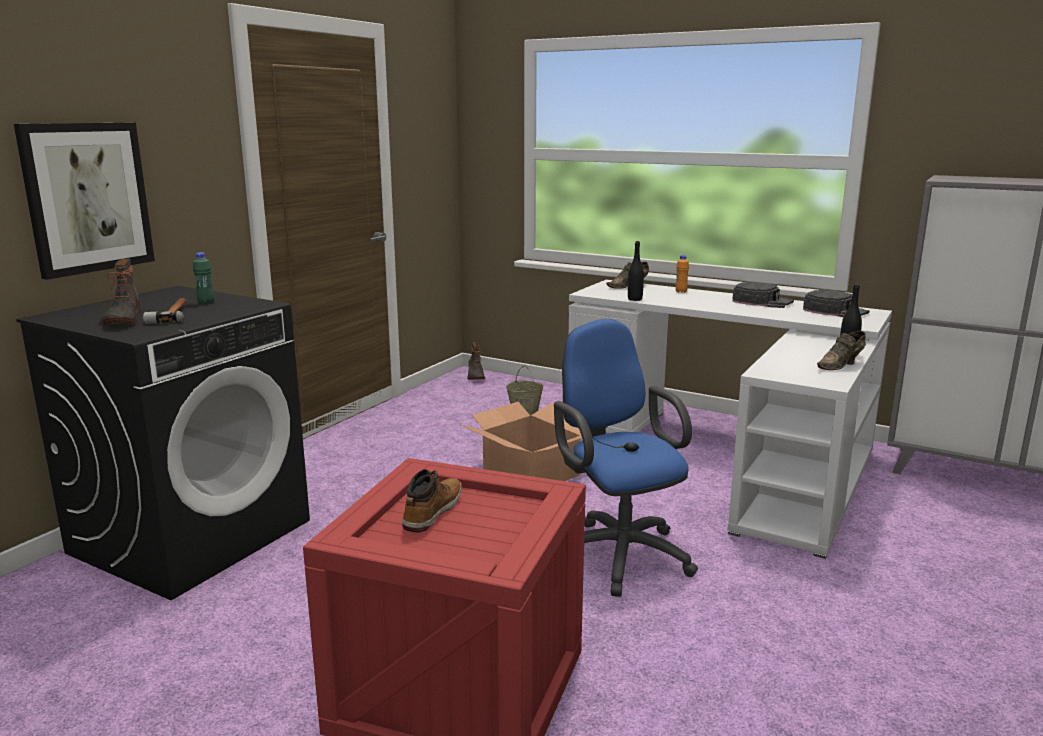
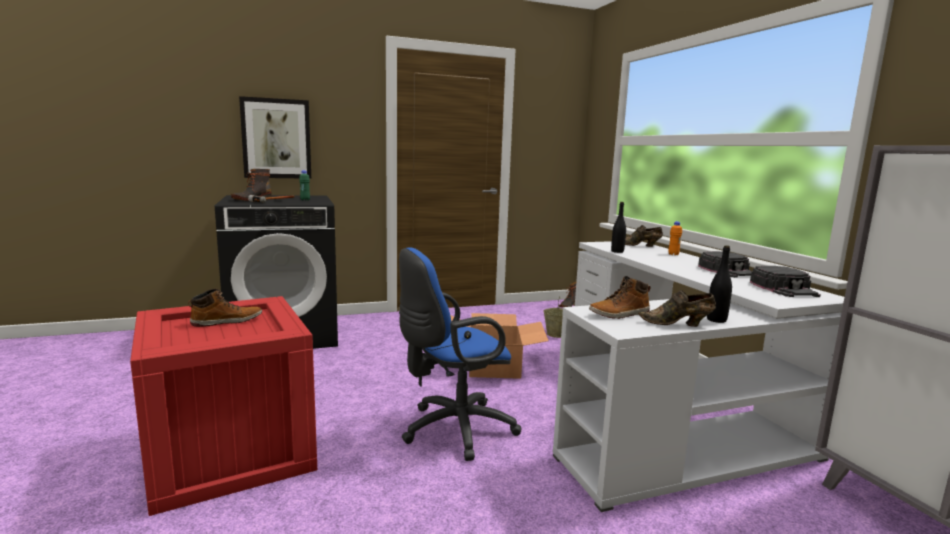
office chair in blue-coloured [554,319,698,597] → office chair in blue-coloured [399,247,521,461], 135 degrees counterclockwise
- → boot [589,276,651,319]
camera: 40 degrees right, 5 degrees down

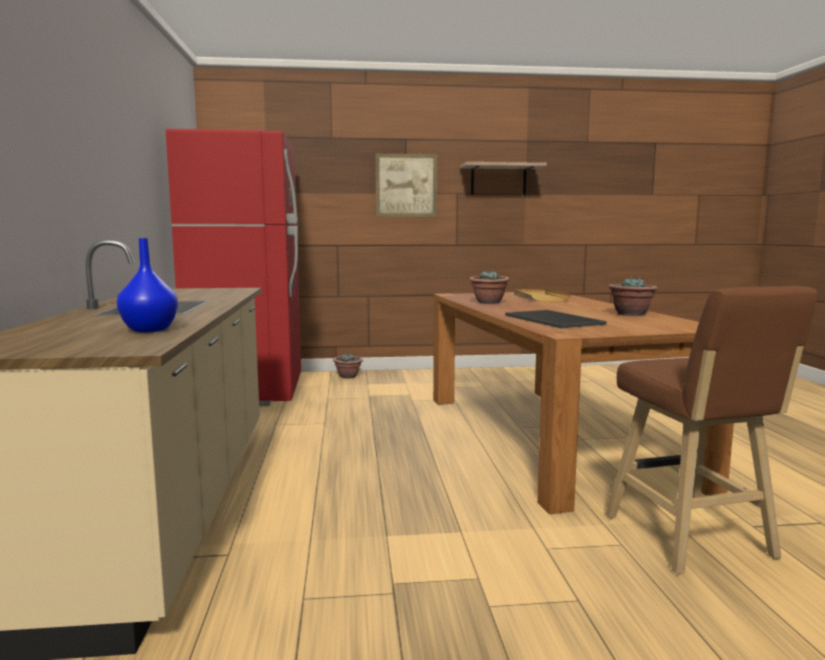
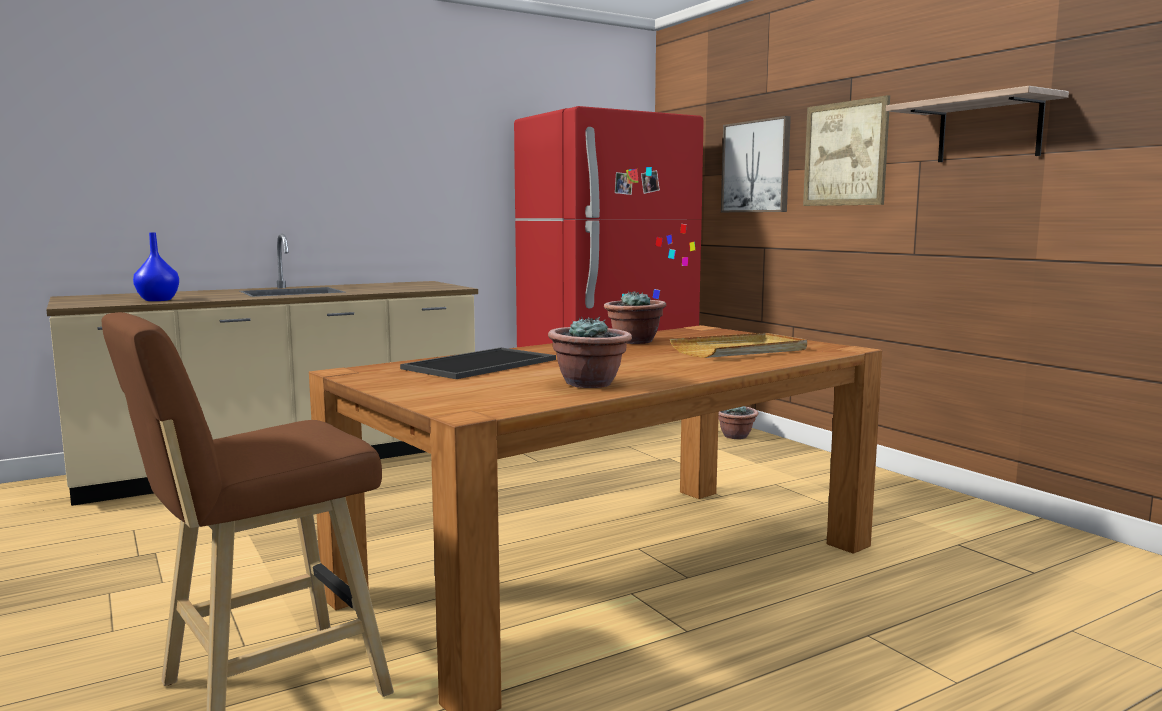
- → wall art [721,116,791,212]
camera: 65 degrees right, 0 degrees up

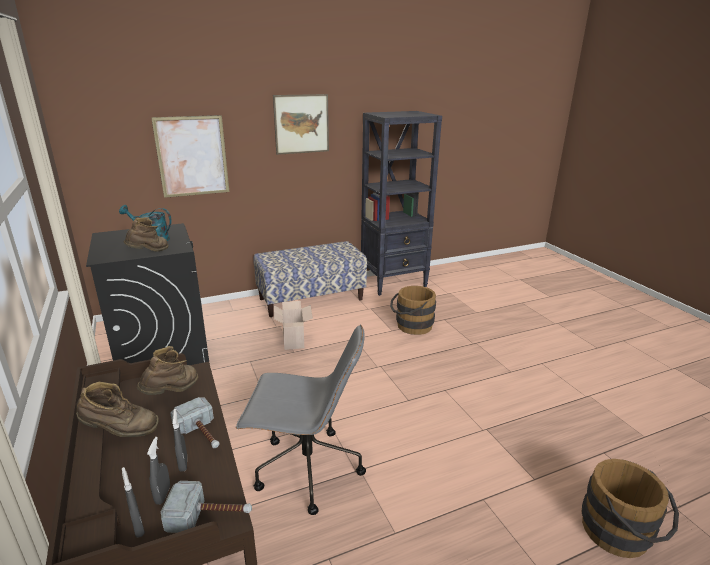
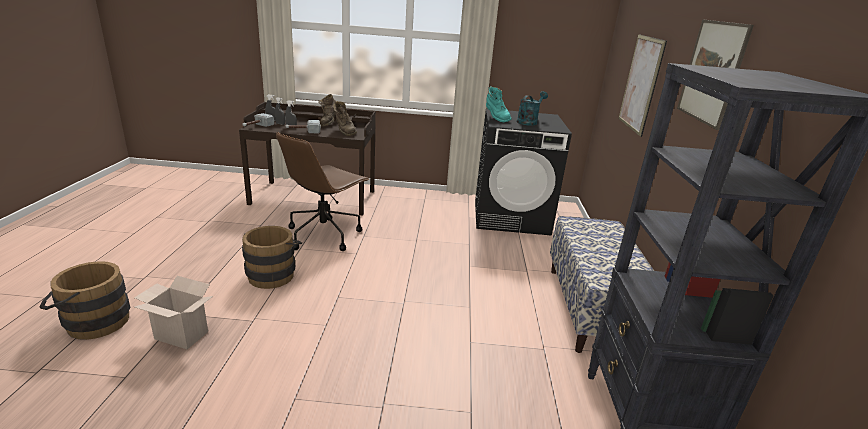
carton [274,301,313,350] → carton [134,276,213,349], shifted
pail in brown [390,286,436,335] → pail in brown [242,226,302,289], shifted
office chair in grey [236,324,366,515] → office chair in brown [276,132,369,251]
boot in brown [123,217,168,252] → boot in turquoise-coloured [486,86,511,122]
camera: 115 degrees right, 0 degrees up

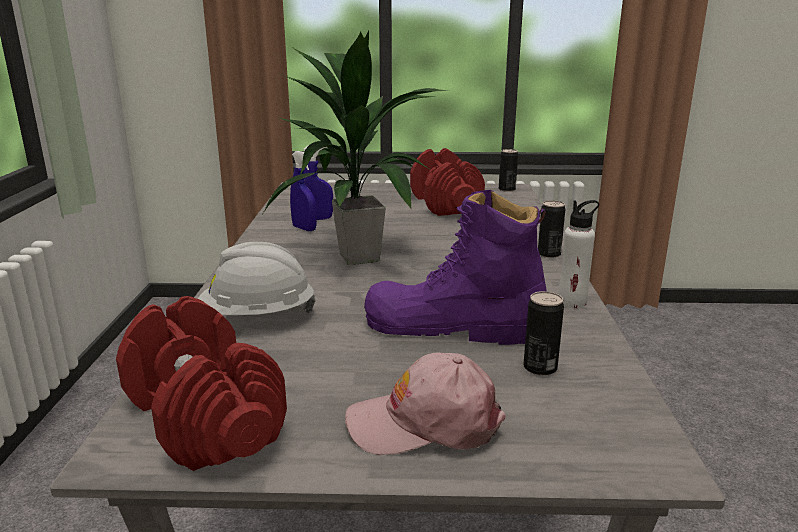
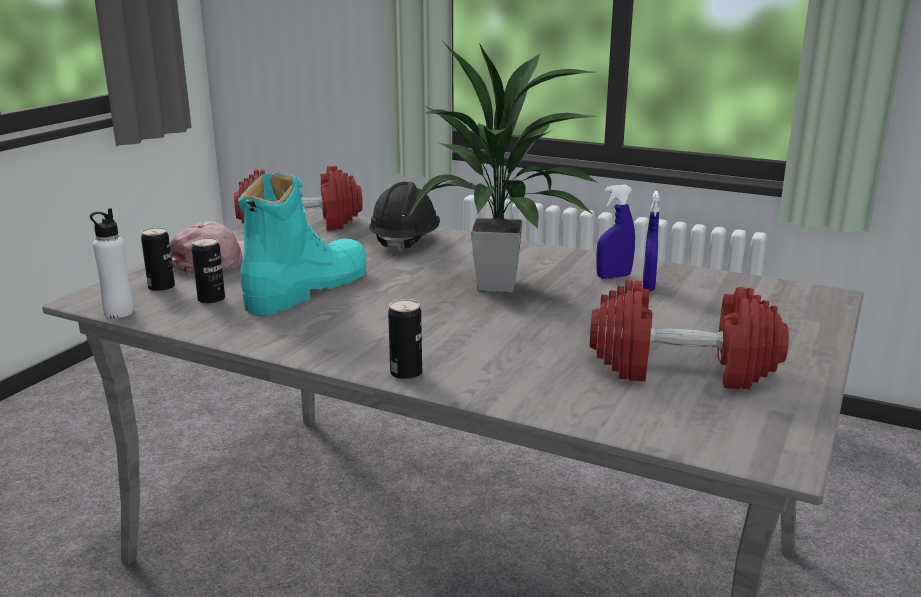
beverage bottle in white-coloured [558,200,599,308] → beverage bottle in white-coloured [90,208,134,318], shifted
can [499,149,518,192] → can [141,227,175,292], shifted
boot in purple [364,189,547,345] → boot in turquoise-coloured [238,173,367,315]
safety helmet in white-coloured [198,242,316,315] → safety helmet in black [369,182,440,255]
camera: 115 degrees right, 0 degrees up

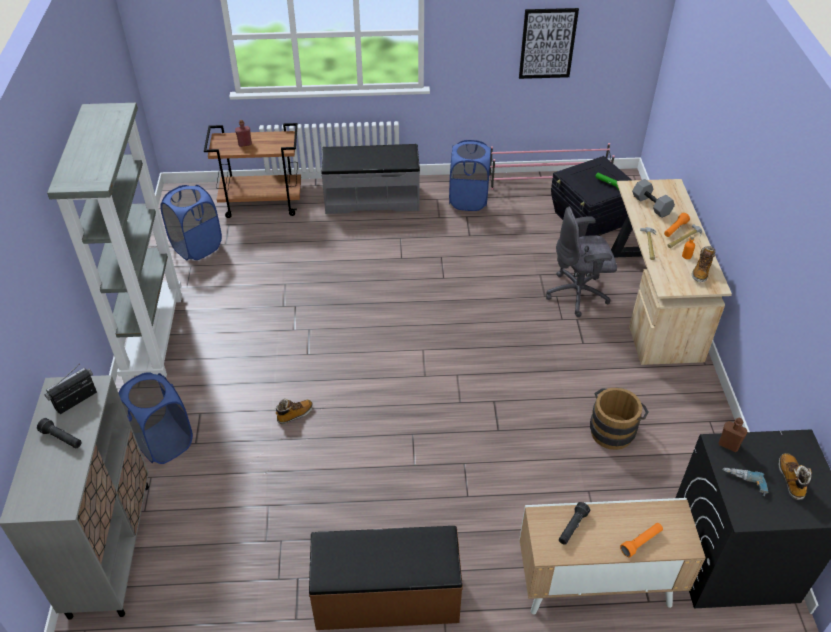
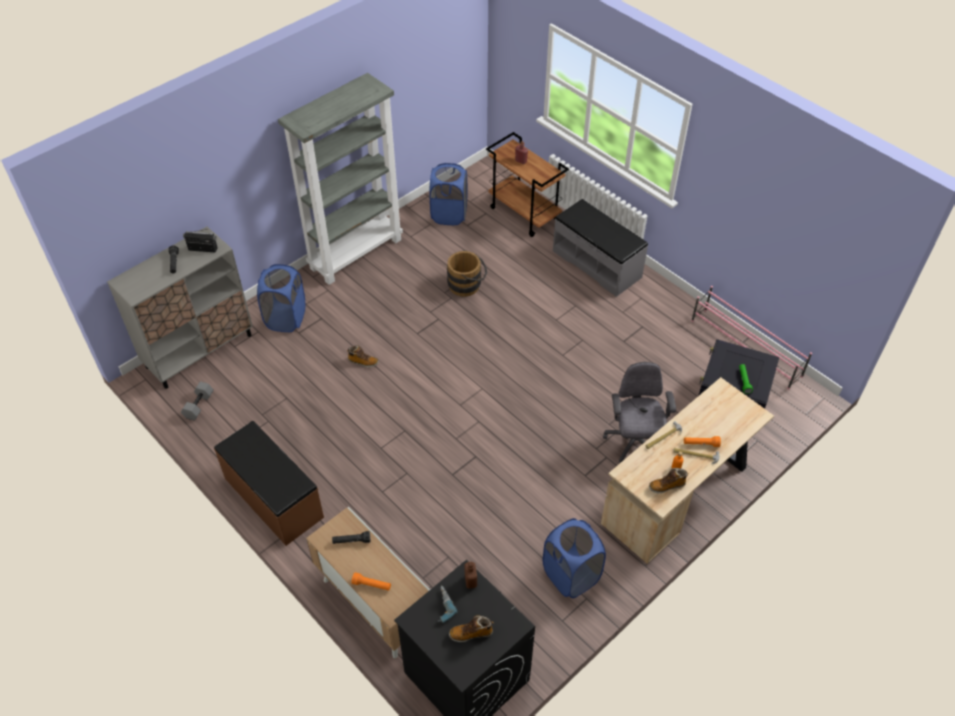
hand weight in grey [632,179,675,218] → hand weight in grey [181,381,214,421], shifted
pail in brown [590,387,649,450] → pail in brown [447,250,487,297], shifted
boot [779,453,812,500] → boot [449,615,494,642], 150 degrees counterclockwise
hamper in blue-coloured [449,140,491,211] → hamper in blue-coloured [543,518,606,598], shifted
office chair in grey [546,207,617,317] → office chair in grey [603,362,676,463], 45 degrees clockwise
wall art [519,8,579,79] → -
camera: 50 degrees right, 5 degrees up

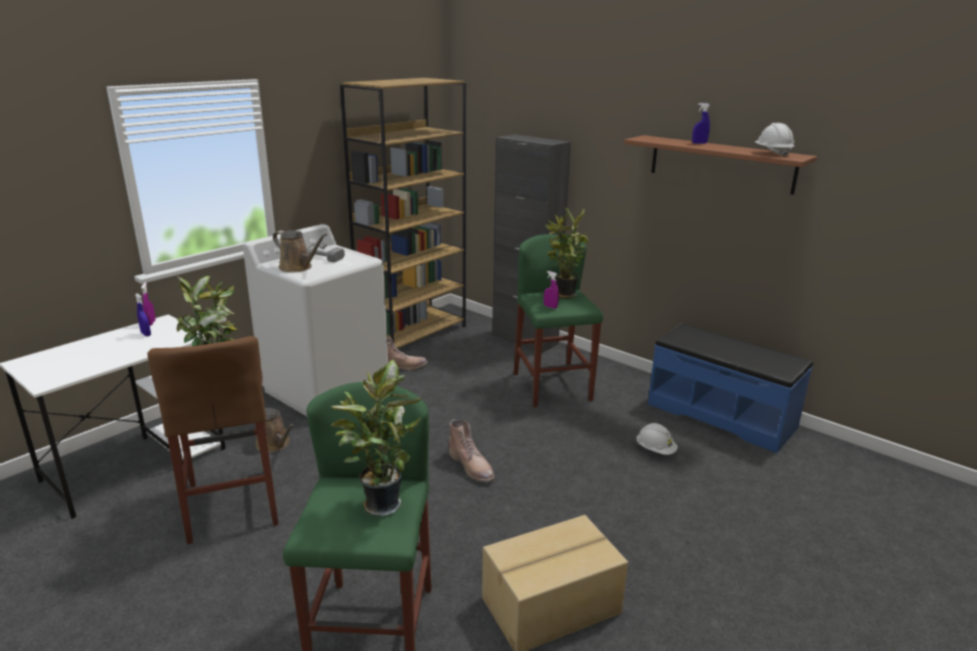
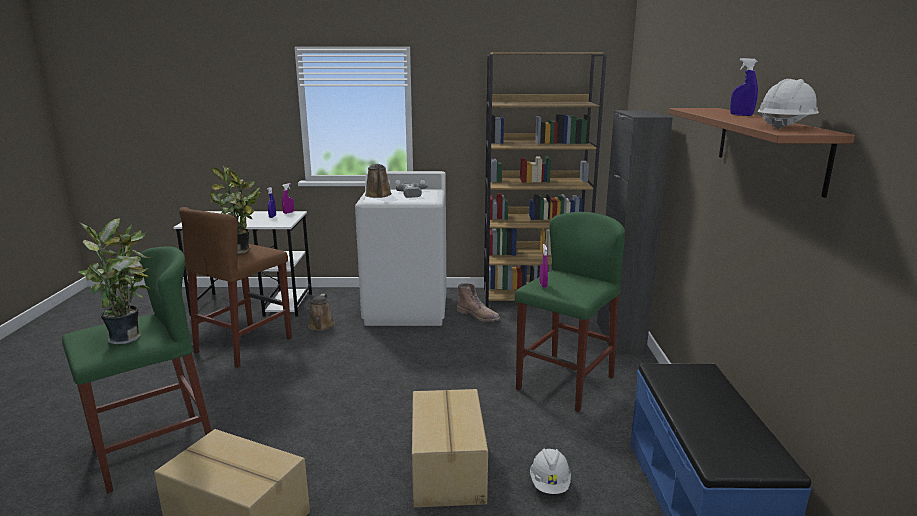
- → carton [412,389,488,508]
boot in brown [449,419,495,483] → -
potted plant [545,208,589,298] → -
camera: 50 degrees right, 5 degrees down

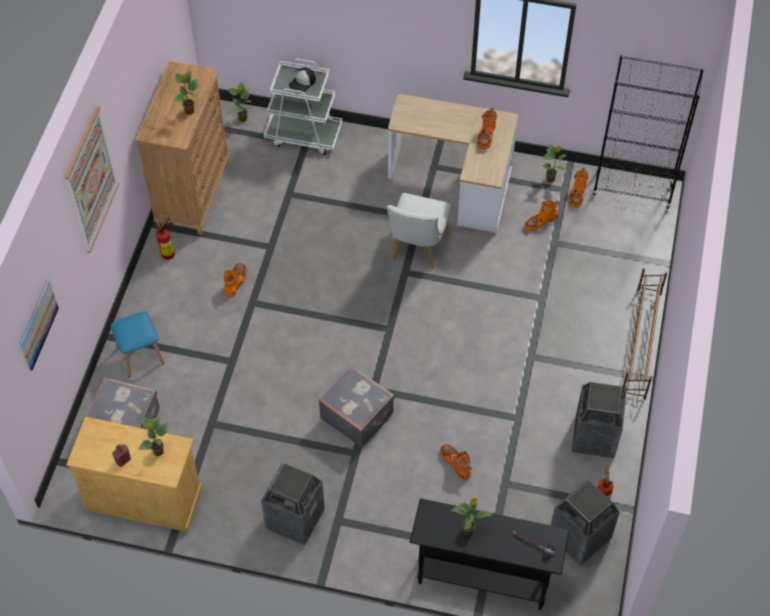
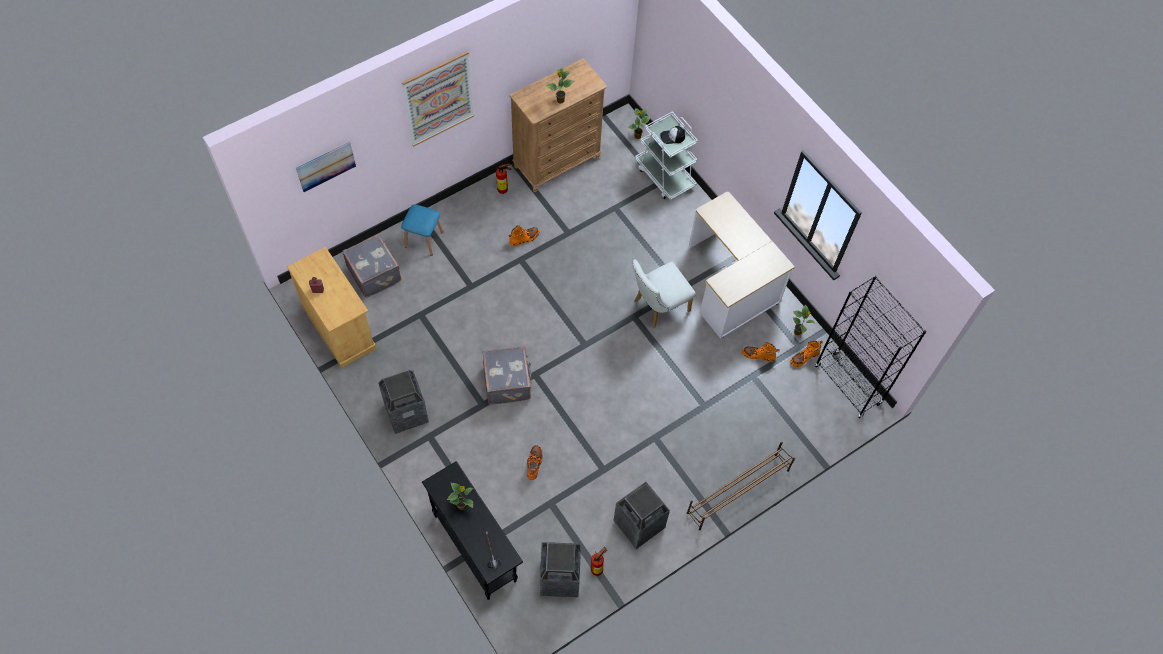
potted plant [138,416,168,456] → -
boot in orangey [477,108,497,150] → -
camera: 40 degrees right, 5 degrees up

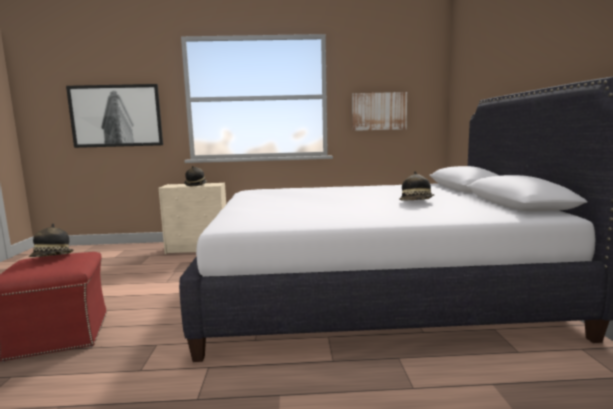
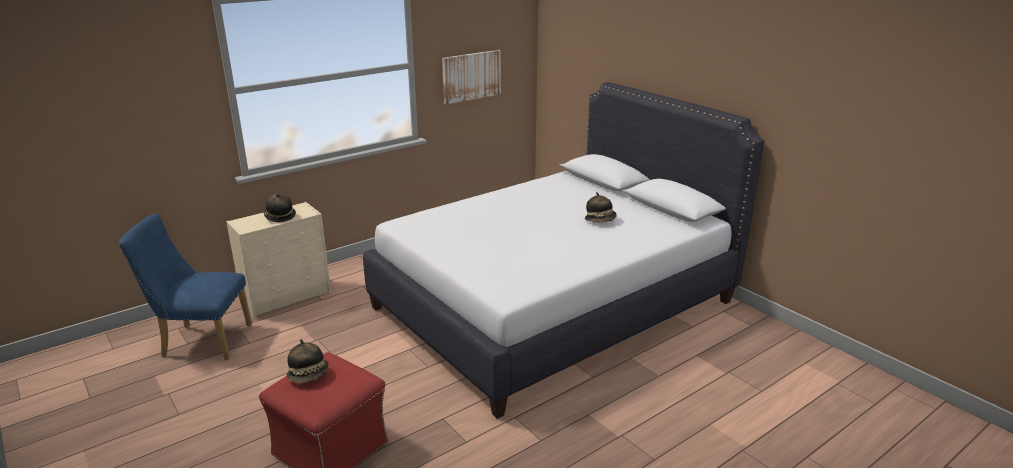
- → chair in blue-coloured [119,213,252,360]
wall art [66,84,163,148] → -
camera: 35 degrees left, 15 degrees up

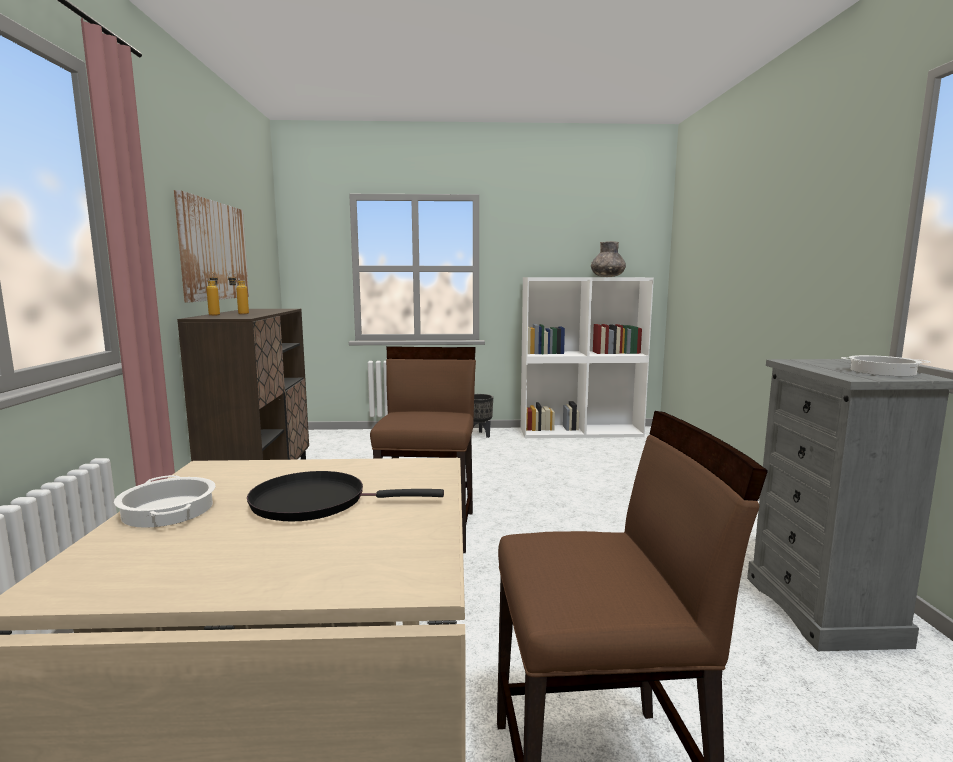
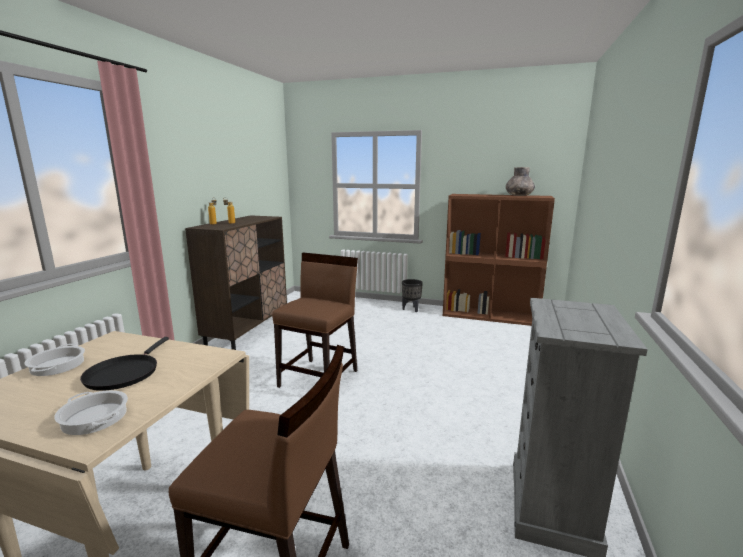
stockpot [841,355,931,376] → stockpot [54,390,128,435], shifted
frying pan in black [247,471,444,522] → frying pan in black [80,337,169,391], 105 degrees counterclockwise
bookshelf in white-coloured [521,277,654,438] → bookshelf in brown [443,194,555,326]
wall art [174,190,249,302] → -
camera: 20 degrees right, 5 degrees up

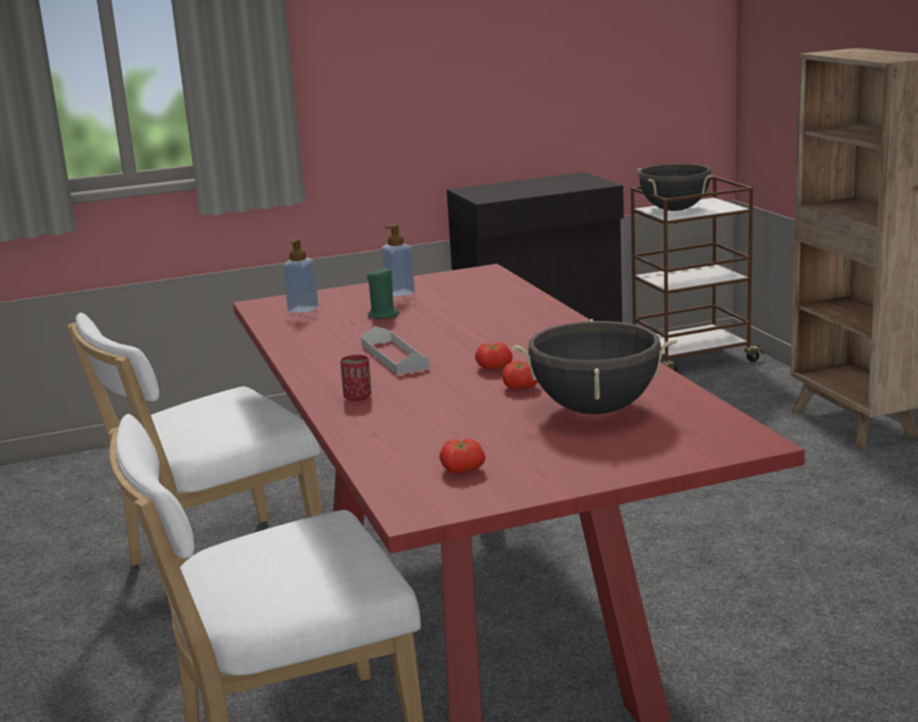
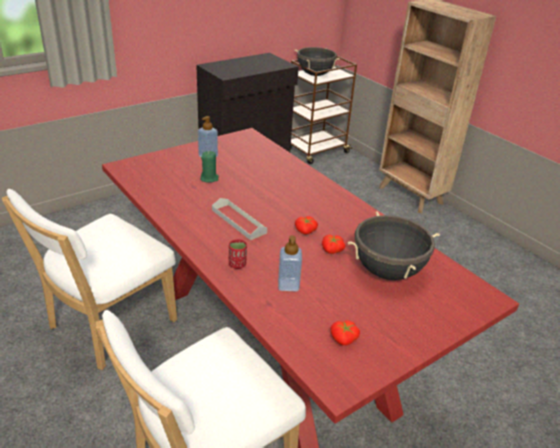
soap dispenser [283,239,319,313] → soap dispenser [278,235,302,291], shifted
camera: 20 degrees left, 15 degrees up

